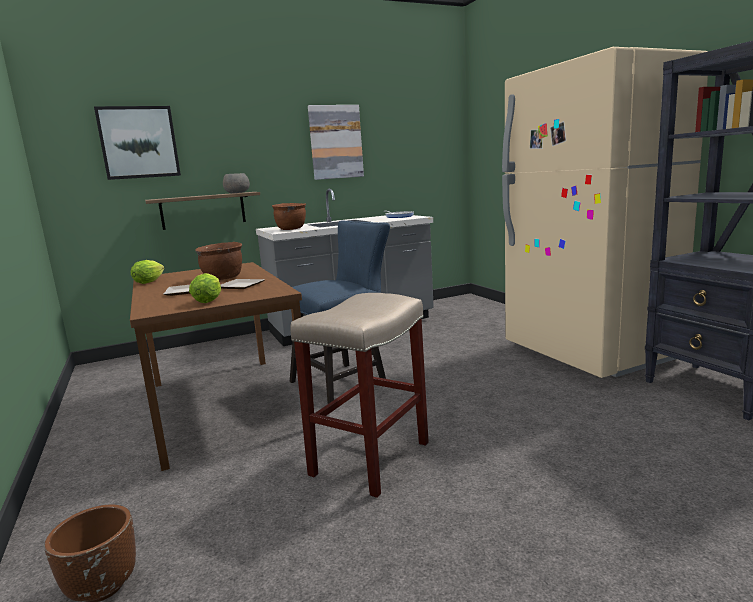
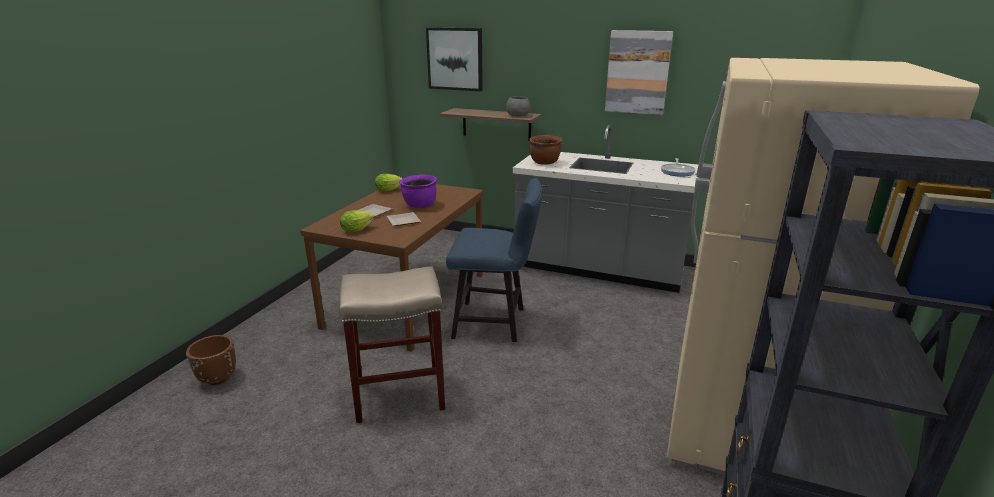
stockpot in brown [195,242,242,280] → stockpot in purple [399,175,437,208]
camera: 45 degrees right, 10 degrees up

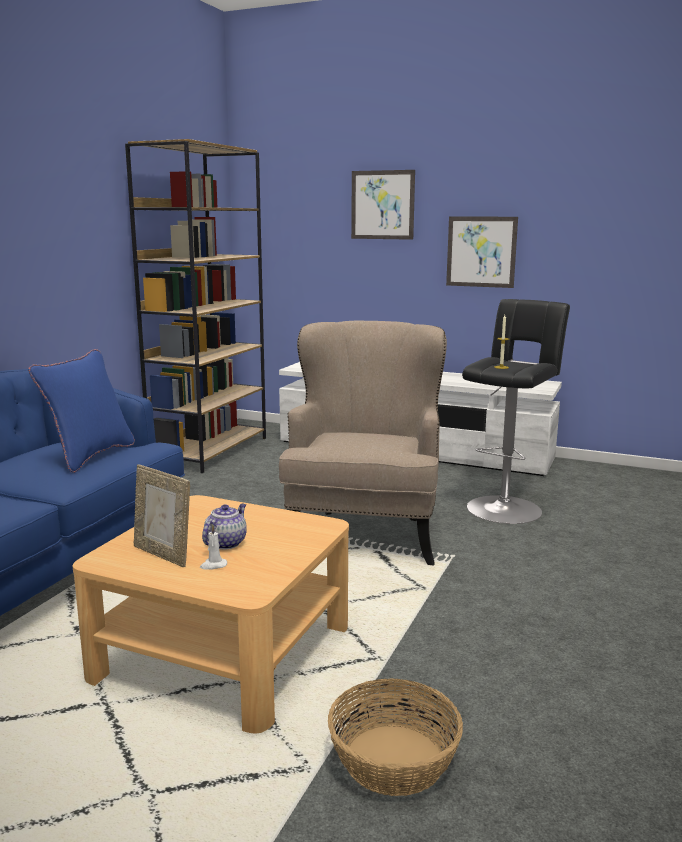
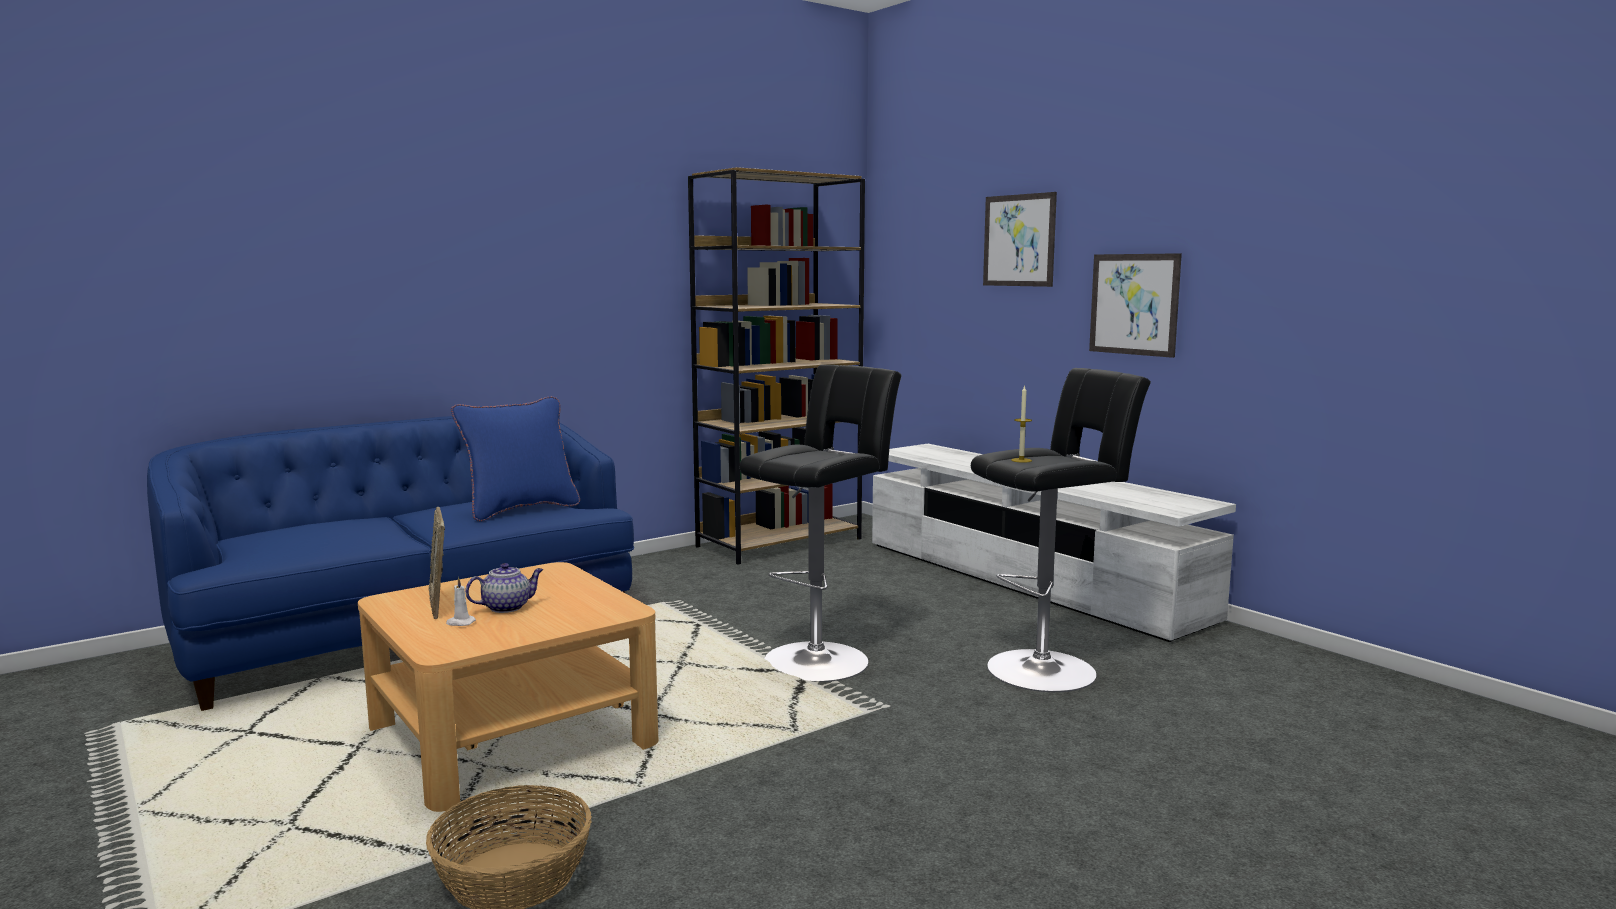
lounge chair in beige-coloured [279,321,447,565] → sitting stool in black [739,365,902,682]
camera: 30 degrees right, 5 degrees down

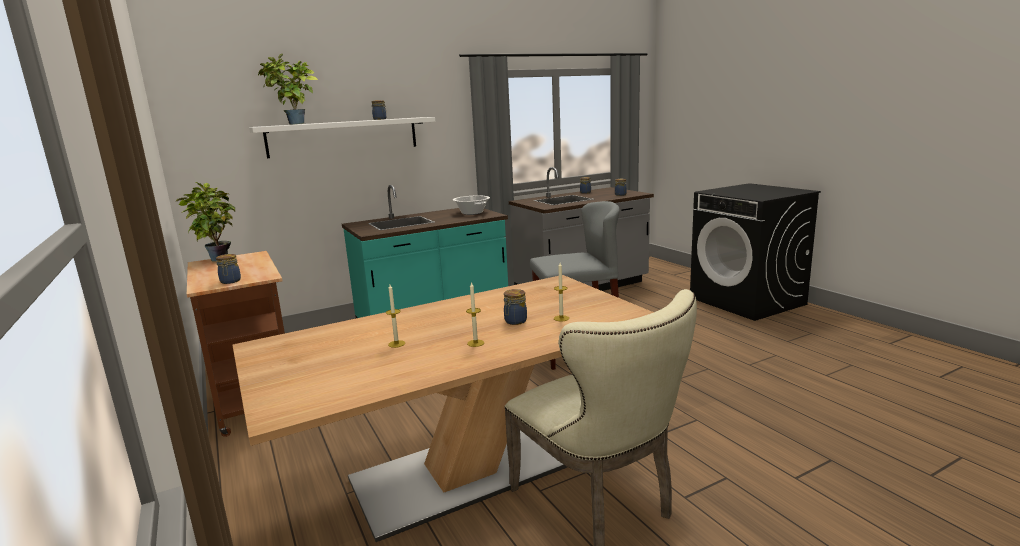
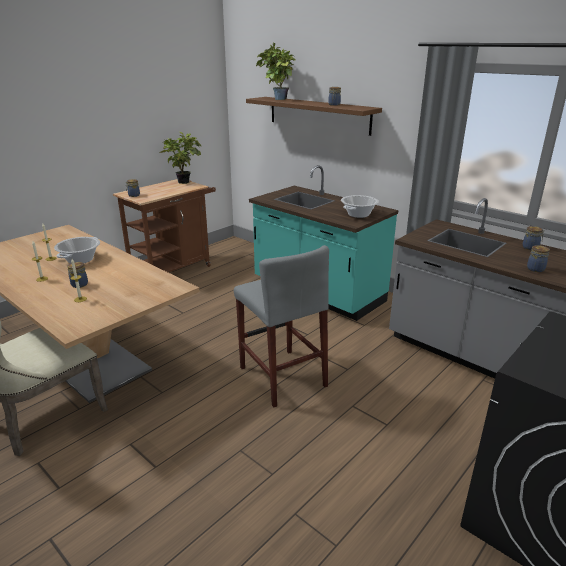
- → stockpot [54,237,100,264]
shelf in white-coloured [249,117,435,158] → shelf in brown [246,97,382,136]
camera: 70 degrees right, 10 degrees up

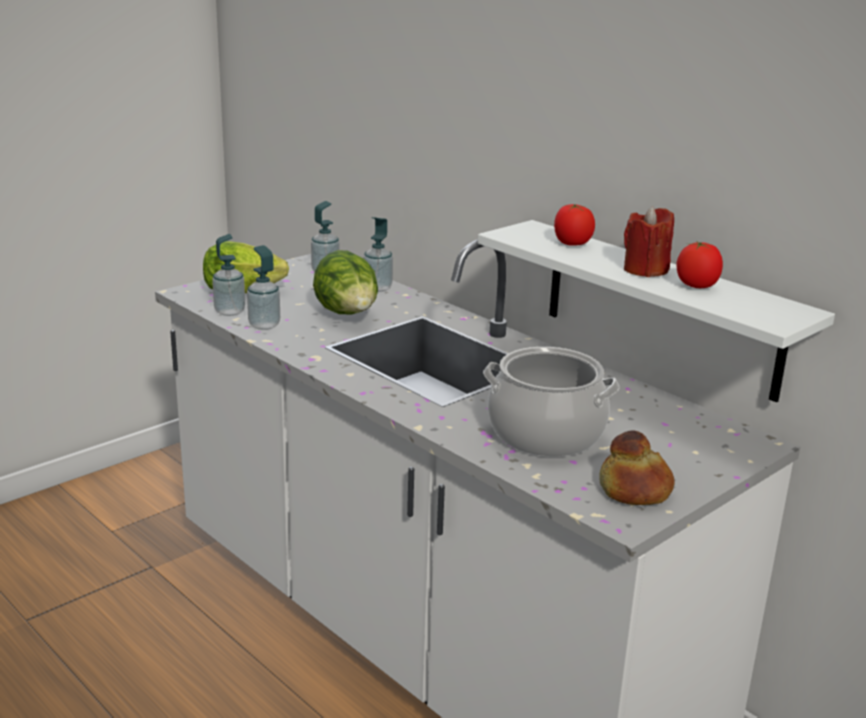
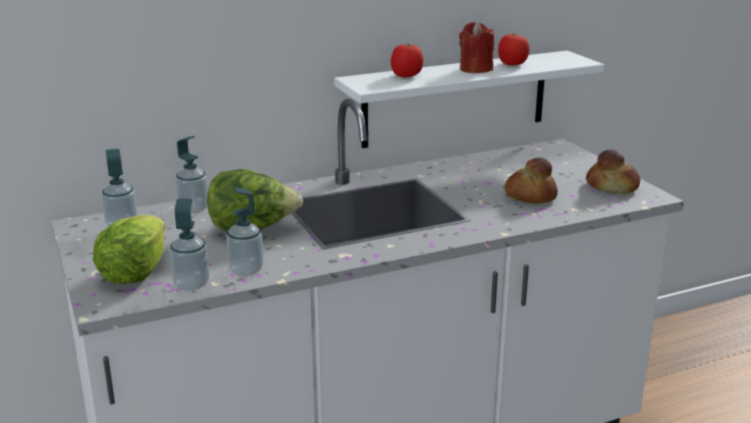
stockpot [483,347,619,456] → bread [504,158,558,204]
camera: 70 degrees left, 0 degrees up

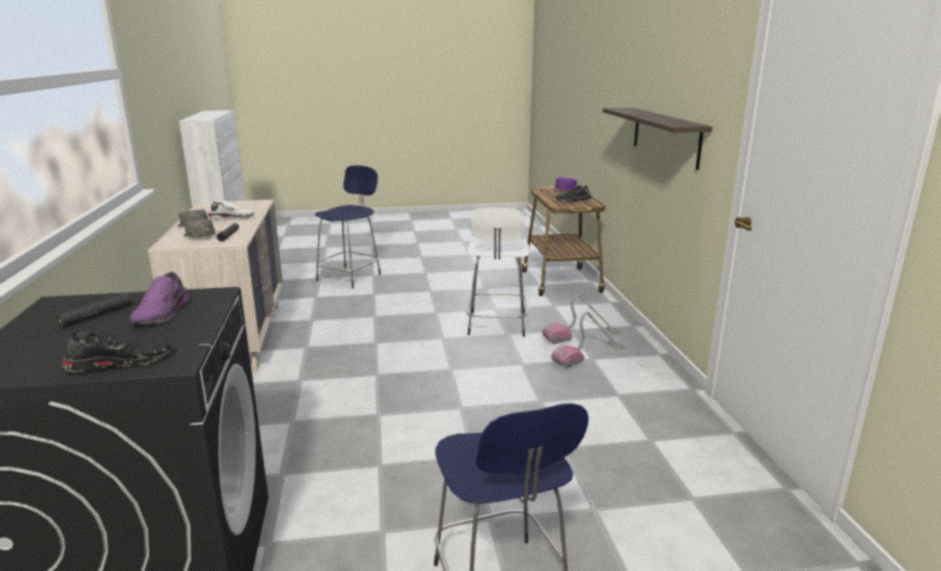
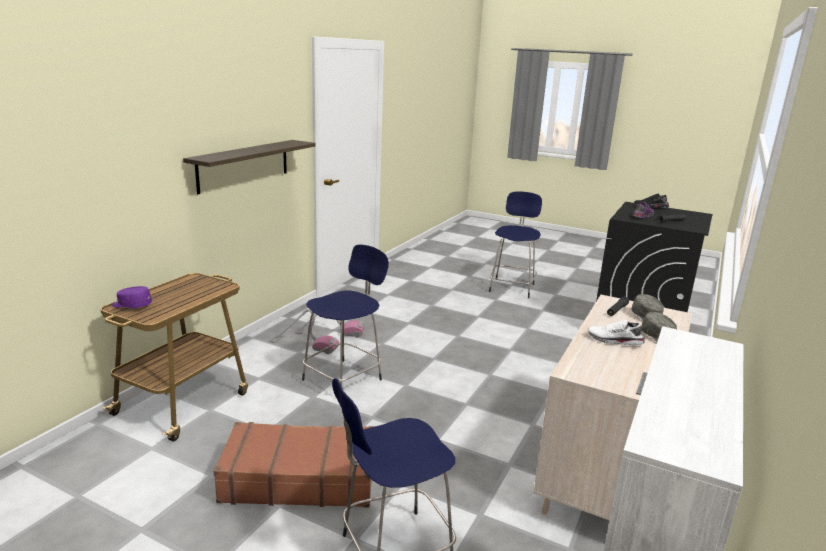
- → suitcase in brown [213,422,374,508]
sitting stool in white-coloured [466,208,529,337] → sitting stool in blue-coloured [302,245,389,387]
shoe in black [556,185,592,202] → -
camera: 145 degrees left, 0 degrees up

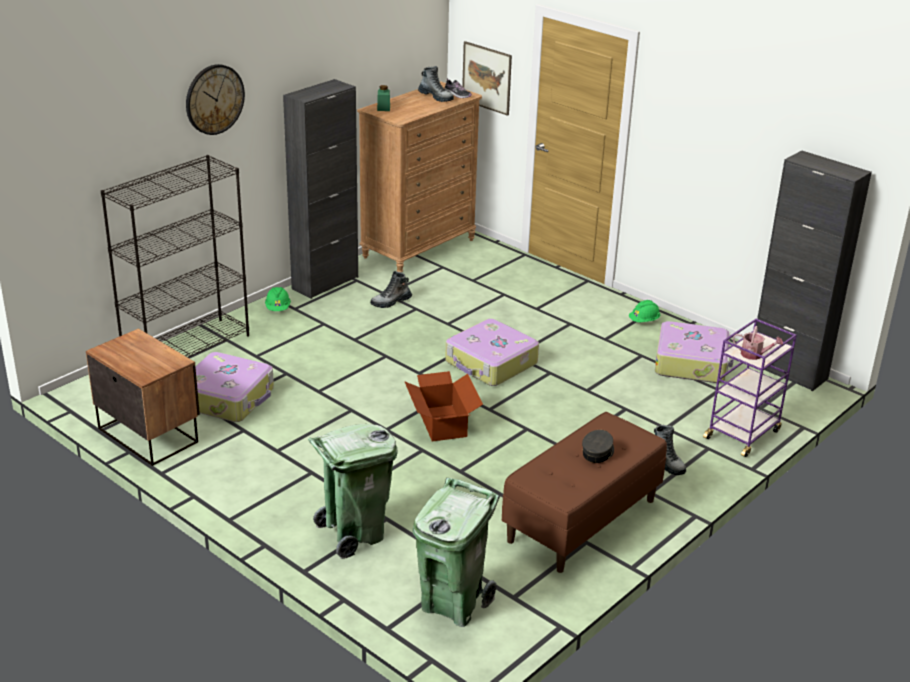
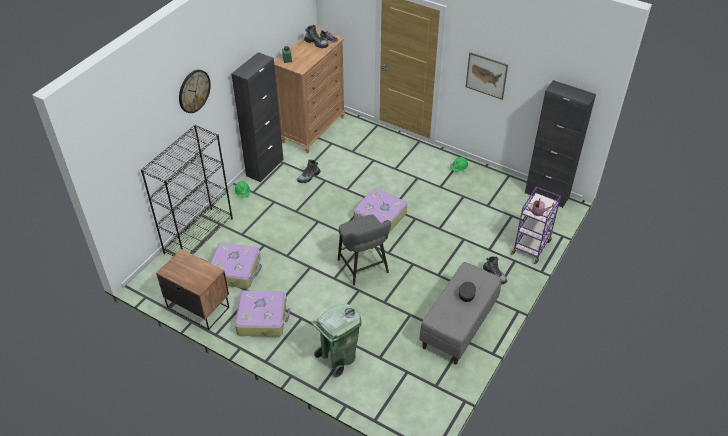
suitcase [655,321,734,383] → suitcase [235,290,290,337], shifted
carton [404,371,483,442] → sitting stool in grey [338,215,391,286]
bench in brown [502,412,667,573] → bench in grey [419,262,502,365]
wall art [462,41,512,116] → wall art [466,52,508,100], shifted
trash can in greenish [413,478,499,627] → -
camera: 10 degrees left, 15 degrees up

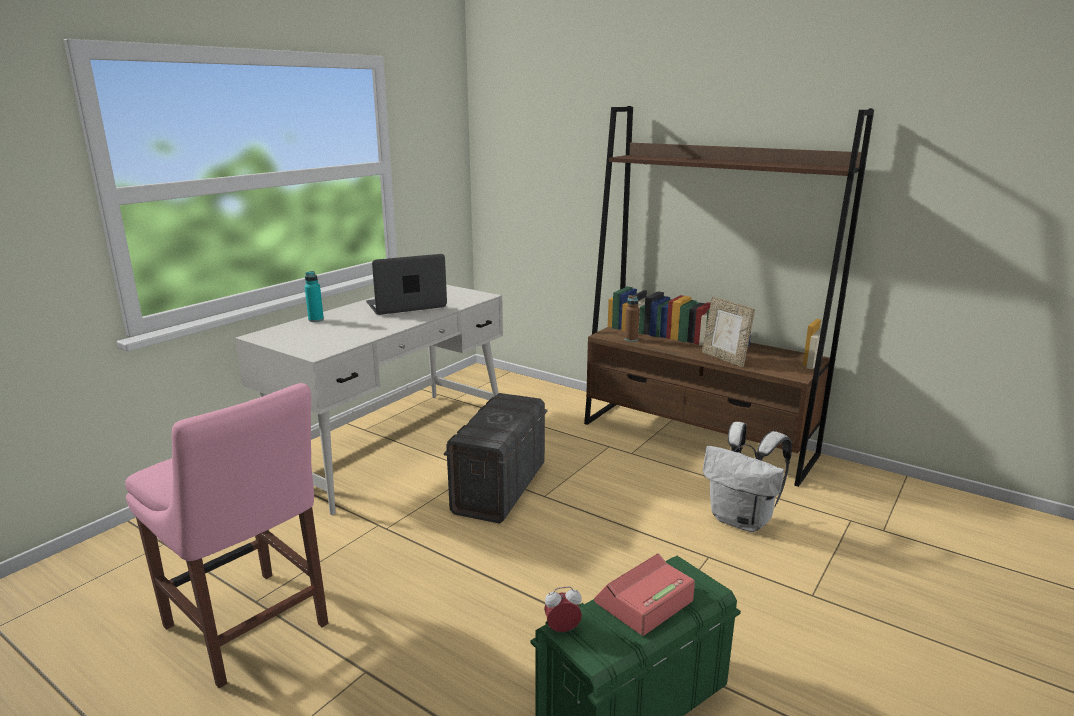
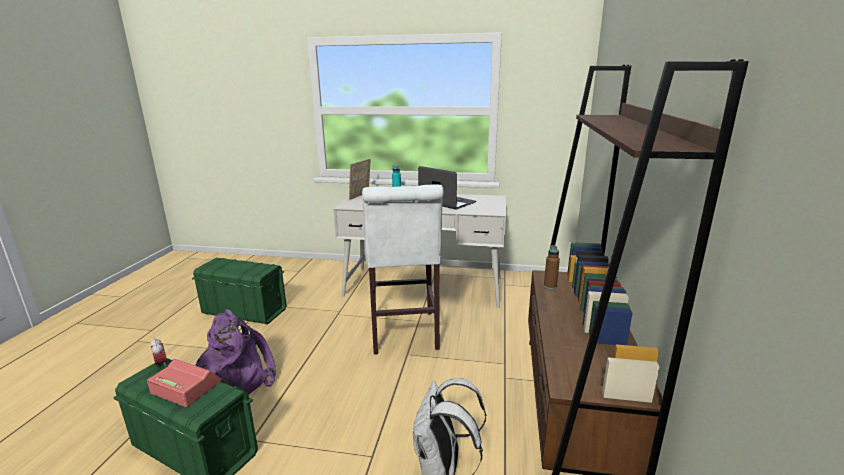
chair in pink-coloured [125,383,329,688] → storage box in greenish [192,258,287,324]
- → rucksack in purple [195,309,276,395]
picture frame [702,297,755,367] → picture frame [349,159,370,200], shifted
storage box in grey [444,393,547,524] → sitting stool in white-coloured [362,185,444,354]
camera: 65 degrees right, 0 degrees up

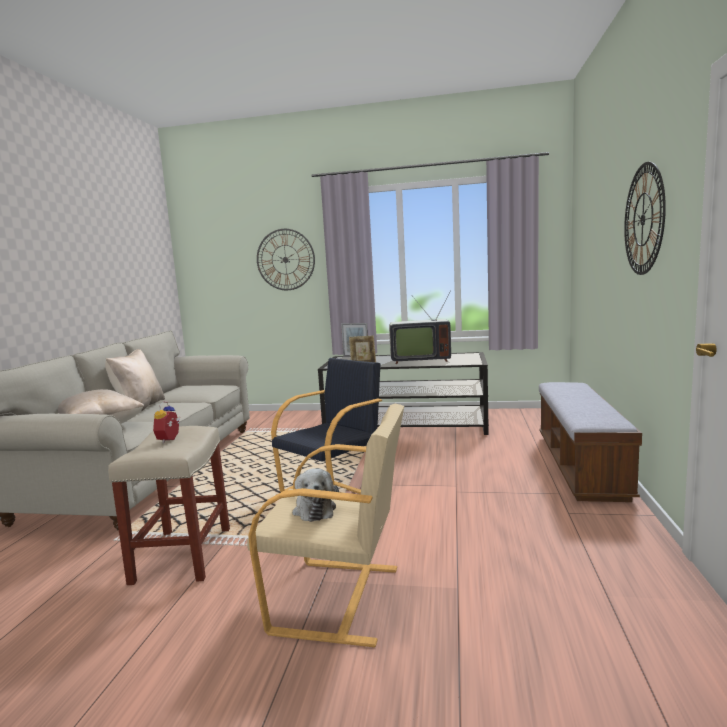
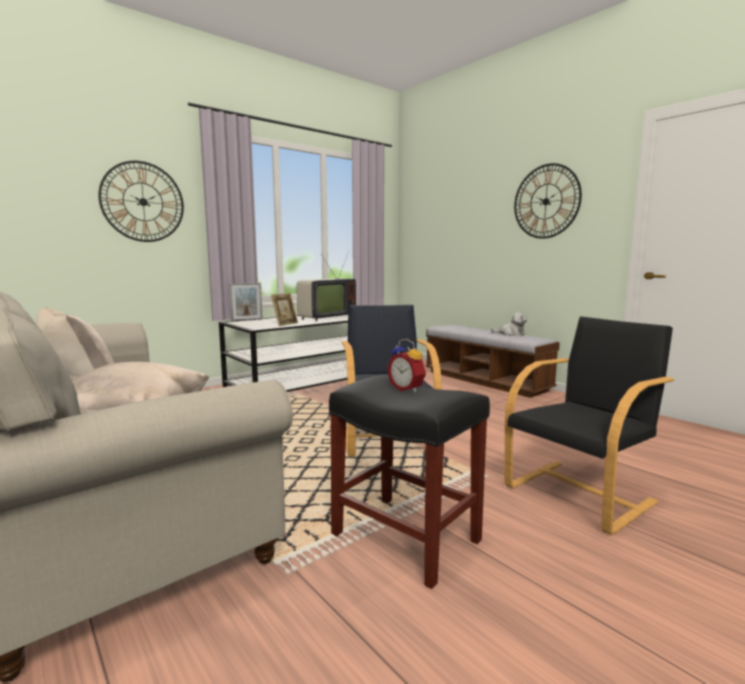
sitting stool in beige-coloured [108,426,230,585] → sitting stool in black [329,375,490,589]
soft toy [292,468,339,522] → soft toy [491,312,527,336], shifted
lounge chair in beige-coloured [247,404,404,647] → lounge chair in black [505,316,674,535]
camera: 50 degrees left, 0 degrees up

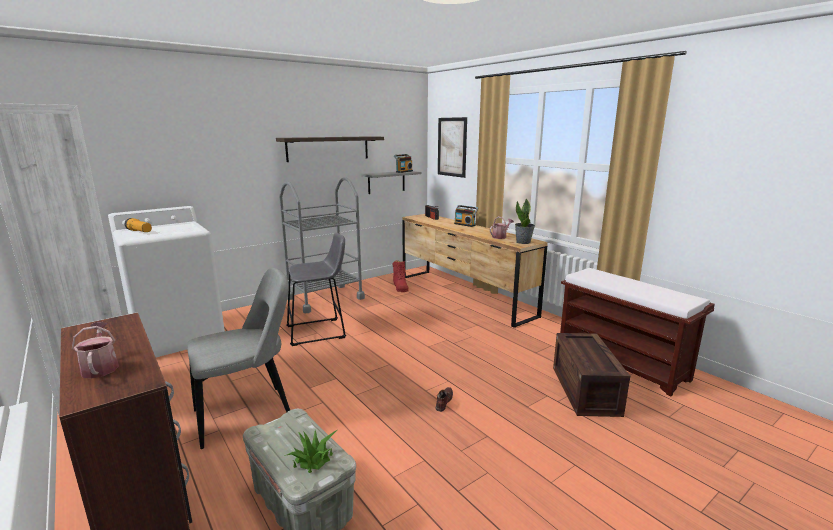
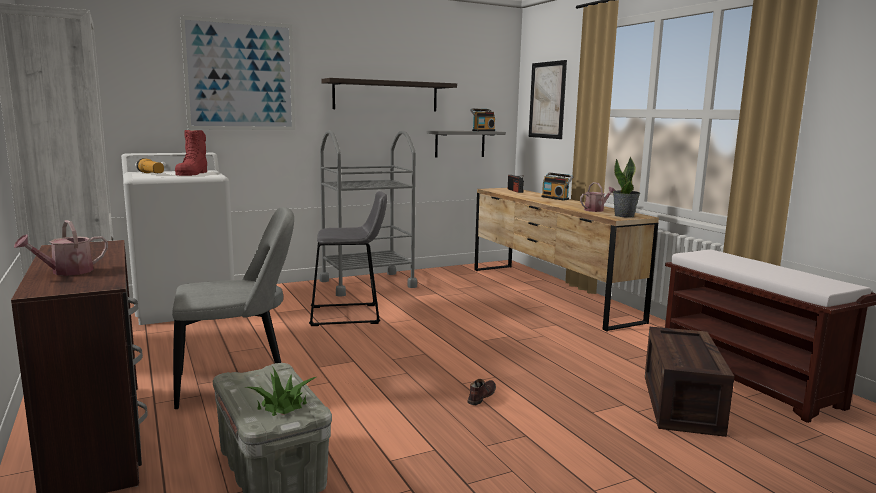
watering pot [72,322,119,379] → watering pot [14,220,108,276], 120 degrees counterclockwise
boot in reddish [392,261,409,292] → boot in reddish [175,130,208,176], shifted
- → wall art [180,15,295,130]
camera: 10 degrees right, 5 degrees down

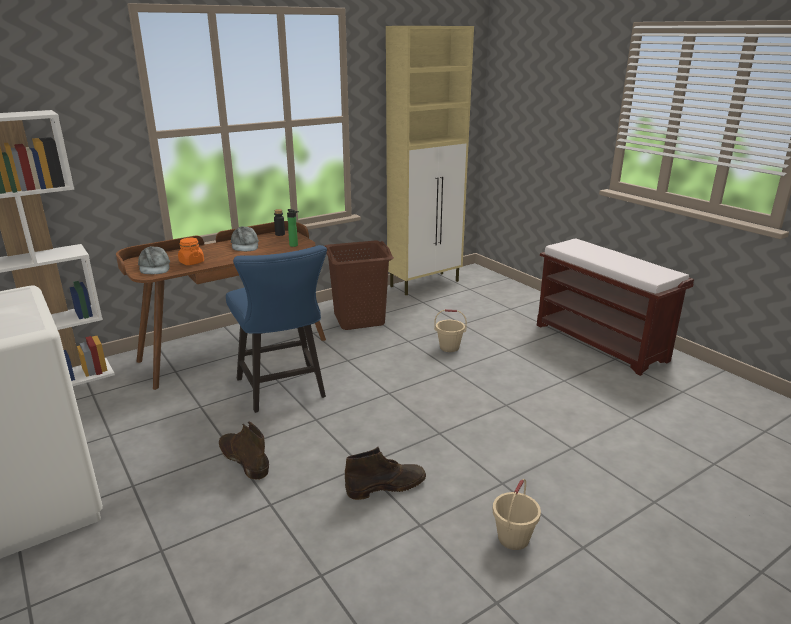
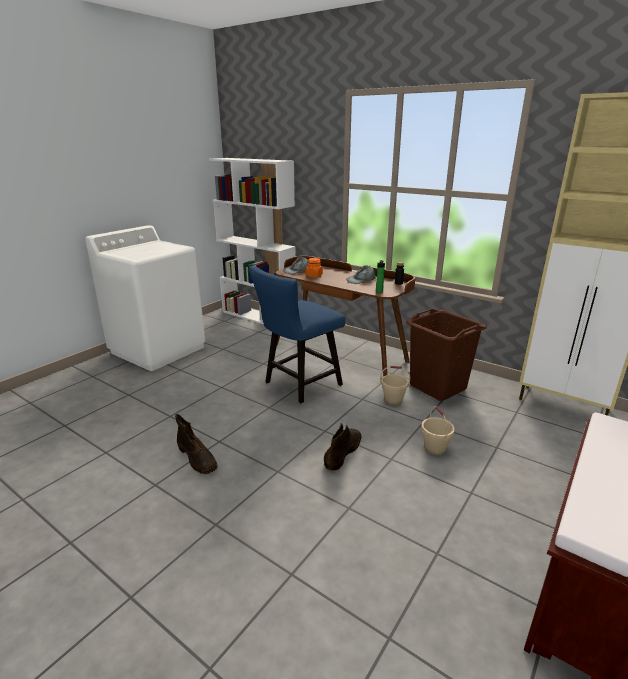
boot in brown [219,422,269,479] → boot in brown [324,423,362,471], shifted
pail in beige-coloured [493,479,541,550] → pail in beige-coloured [380,366,411,405], shifted
camera: 70 degrees right, 0 degrees up

